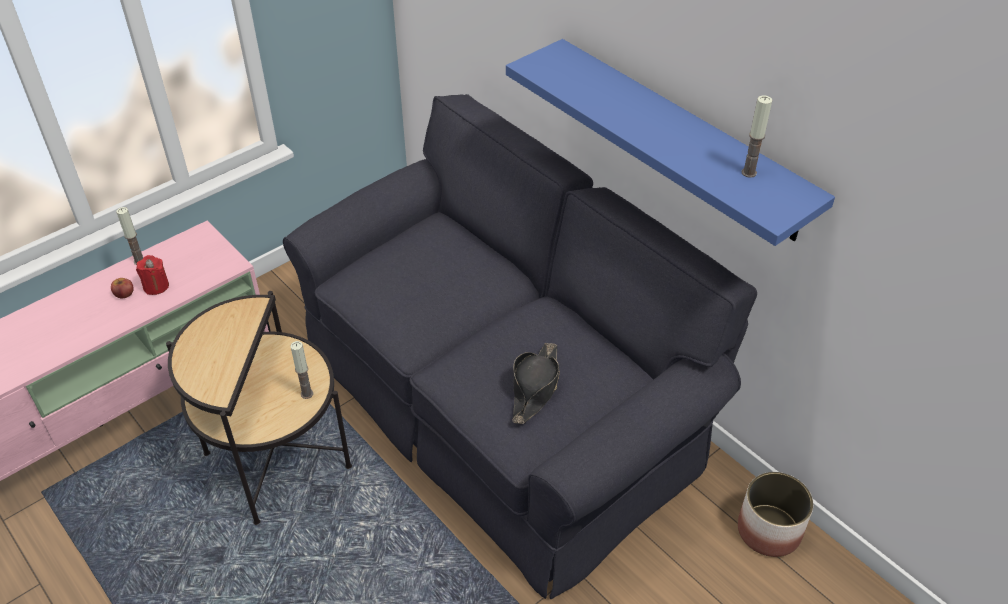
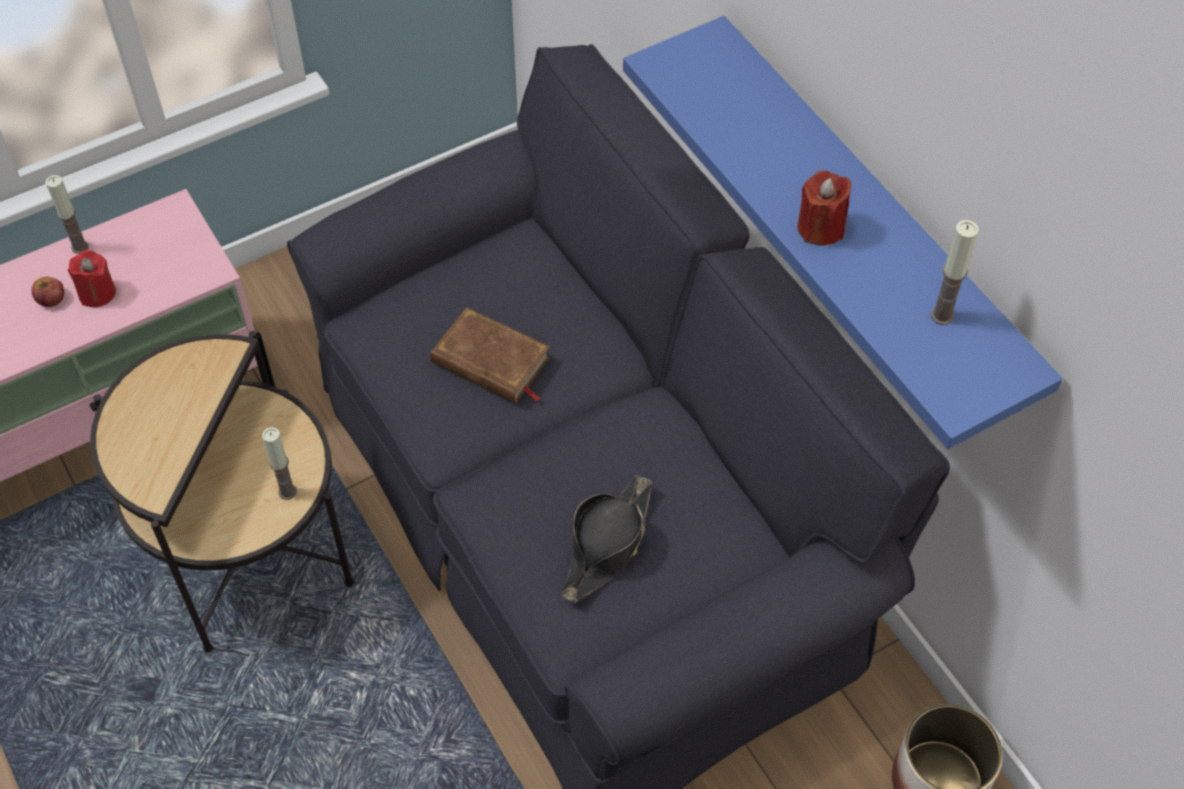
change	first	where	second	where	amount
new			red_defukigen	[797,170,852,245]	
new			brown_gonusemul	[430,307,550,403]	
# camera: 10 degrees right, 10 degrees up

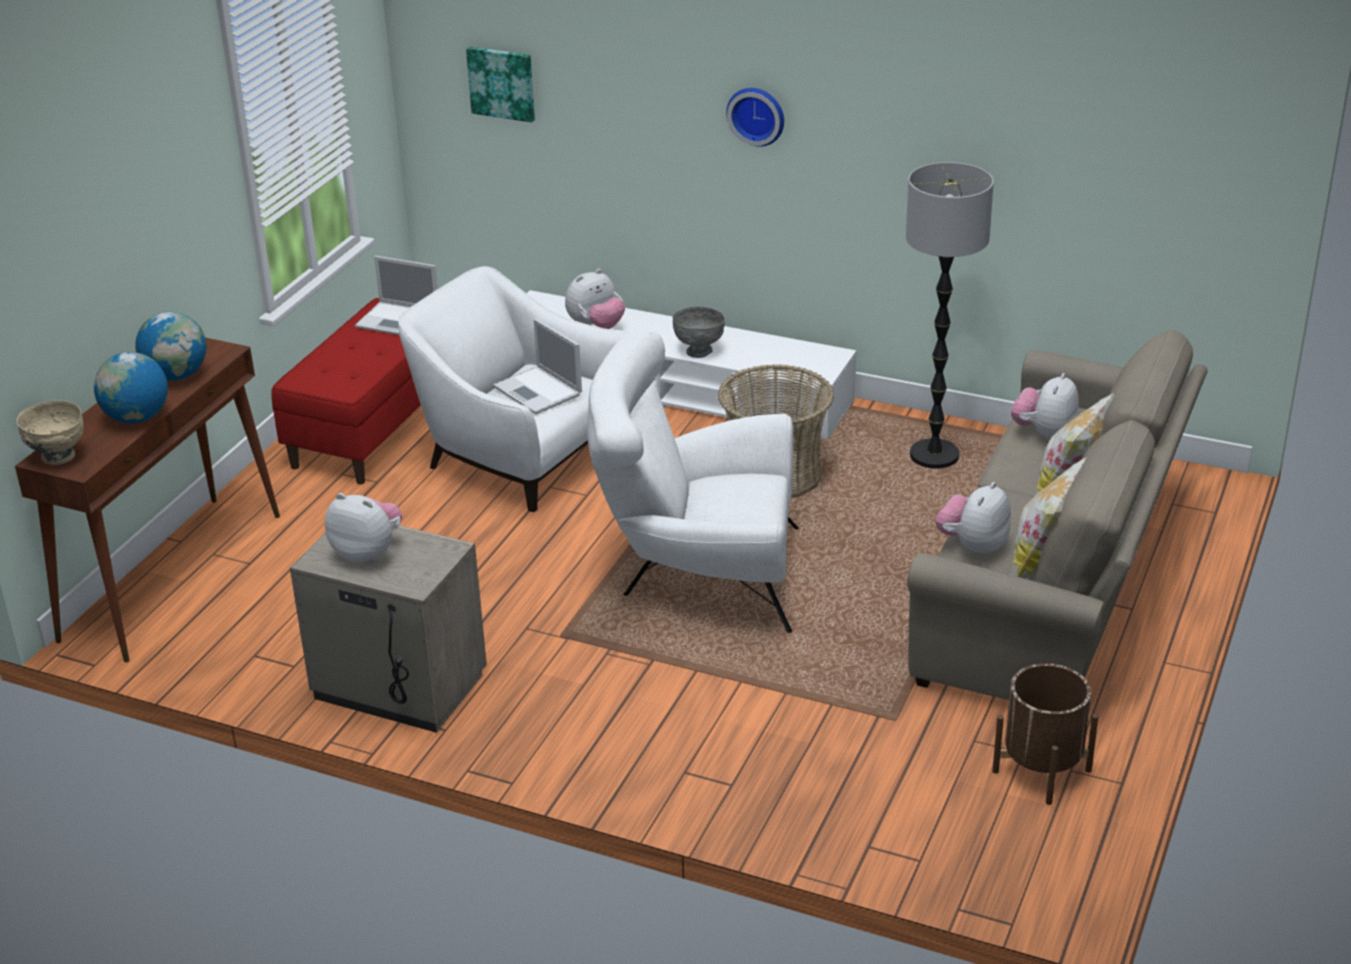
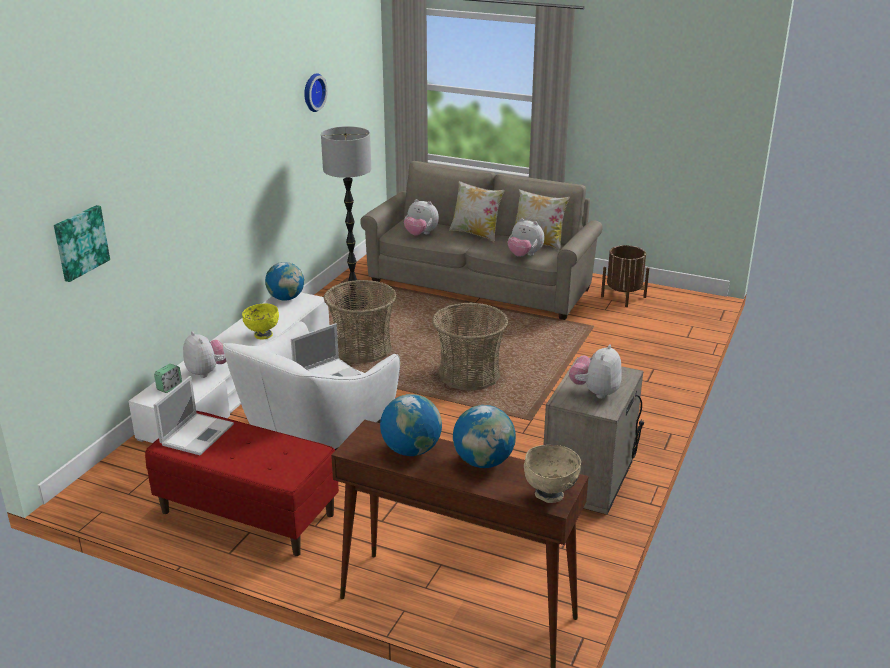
change	first	where	second	where	amount
shifted	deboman	[726,88,784,147]		[304,73,328,112]	
repainted	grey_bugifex	[673,306,725,358]	yellow_bugifex	[242,304,279,340]	
swapped	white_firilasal	[587,329,799,633]	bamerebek	[432,303,509,391]	
new			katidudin	[265,262,304,301]	
new			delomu	[154,364,182,393]	
# camera: 90 degrees left, 5 degrees down

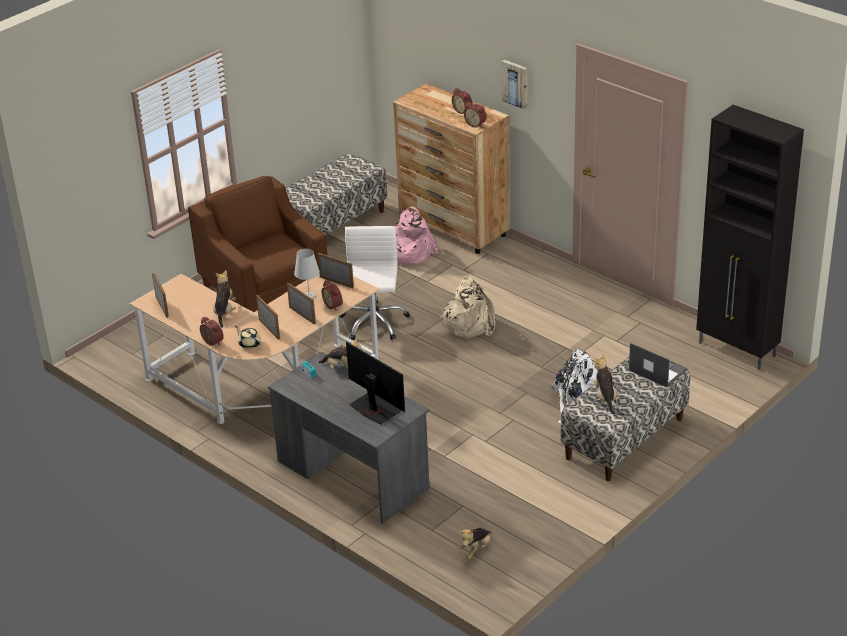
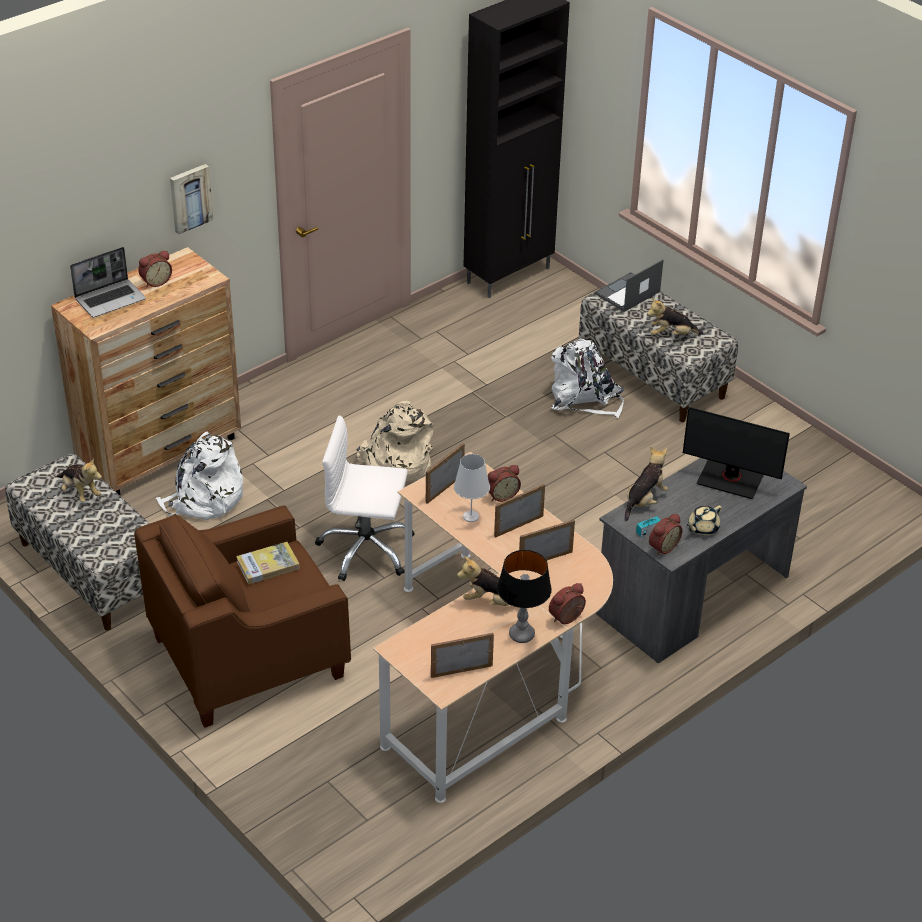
change	first	where	second	where	amount
shifted	delomu	[464,102,487,128]		[649,514,682,555]	
repainted	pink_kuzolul	[396,207,439,265]	white_kuzolul	[156,432,243,520]	
shifted	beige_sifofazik	[235,326,262,349]		[687,506,722,535]	
rotated	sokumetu	[346,341,405,424]		[683,407,790,499]	120 degrees counterclockwise
shifted	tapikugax	[457,528,492,559]		[56,457,102,502]	
new			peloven	[70,247,146,318]	
new			gonusemul	[236,542,300,584]	
new			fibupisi	[497,550,552,643]	
# camera: 85 degrees left, 5 degrees up

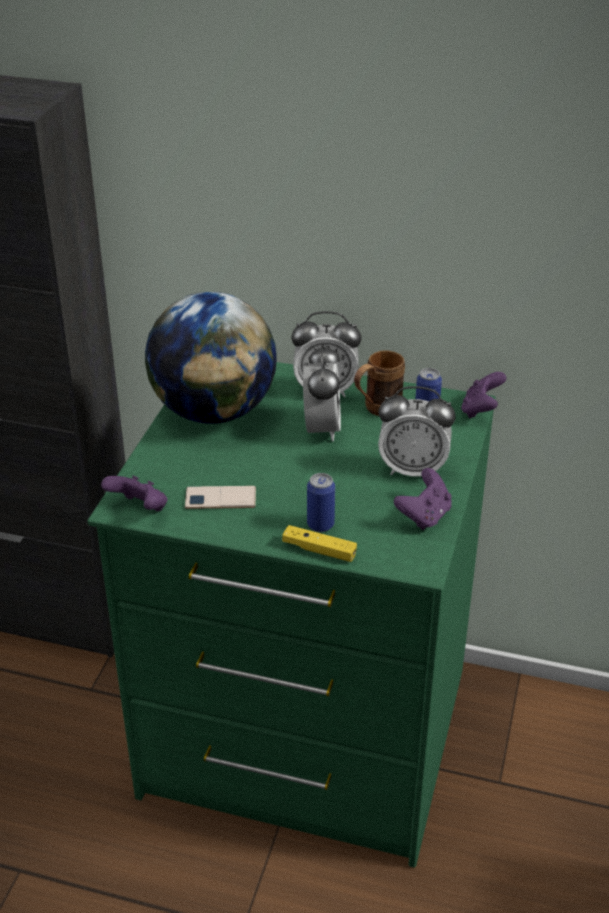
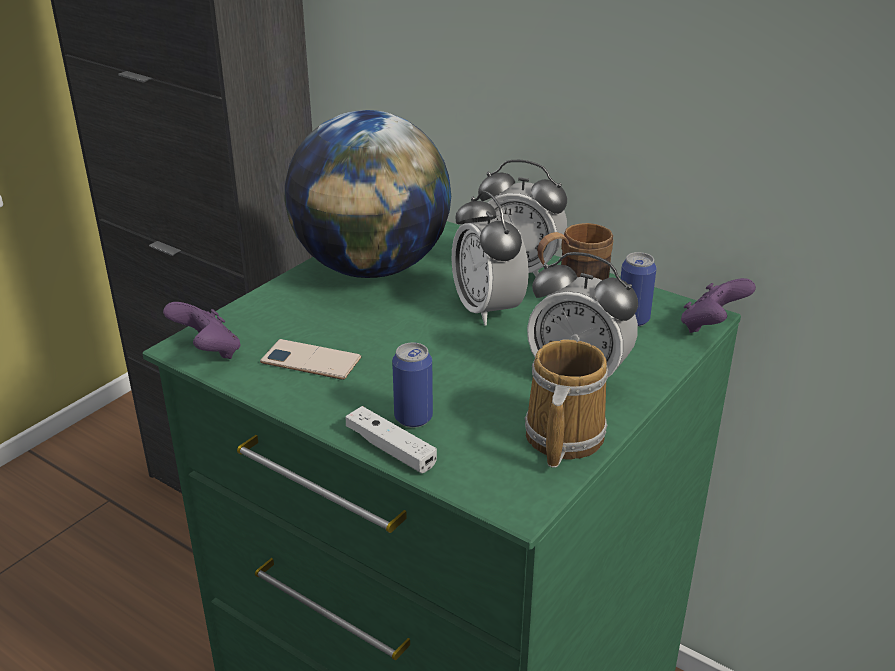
change	first	where	second	where	amount
rotated	delomu	[303,343,341,442]		[452,191,529,326]	135 degrees clockwise
swapped	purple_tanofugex	[394,468,452,530]	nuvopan	[525,340,608,468]	
repainted	yellow_tanofugex	[282,525,357,562]	white_tanofugex	[346,406,437,473]	
# camera: 20 degrees right, 5 degrees down

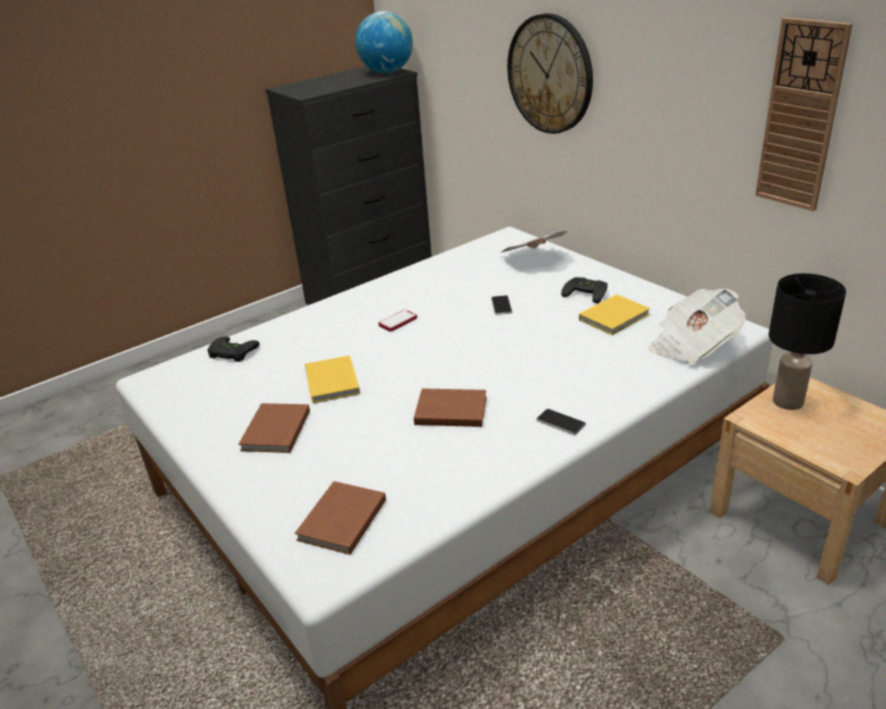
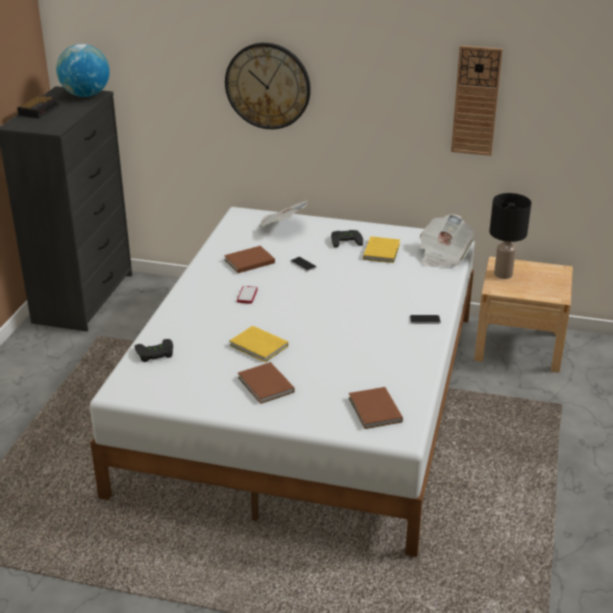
change	first	where	second	where	amount
shifted	brown_gonusemul	[414,388,487,427]		[224,246,275,273]	
new			delomu	[17,95,60,118]	
# camera: 40 degrees left, 0 degrees up

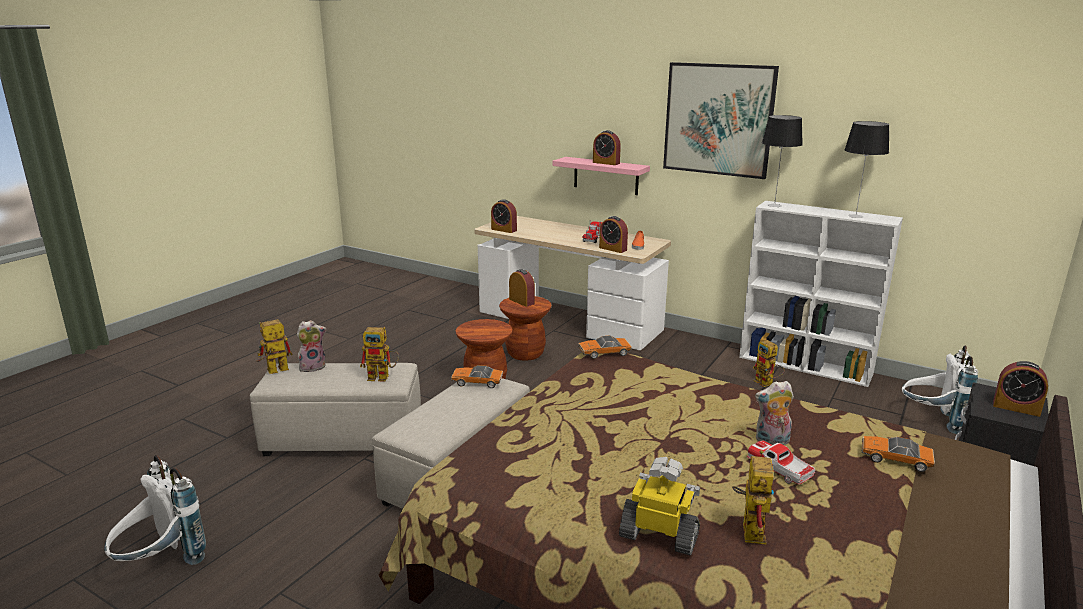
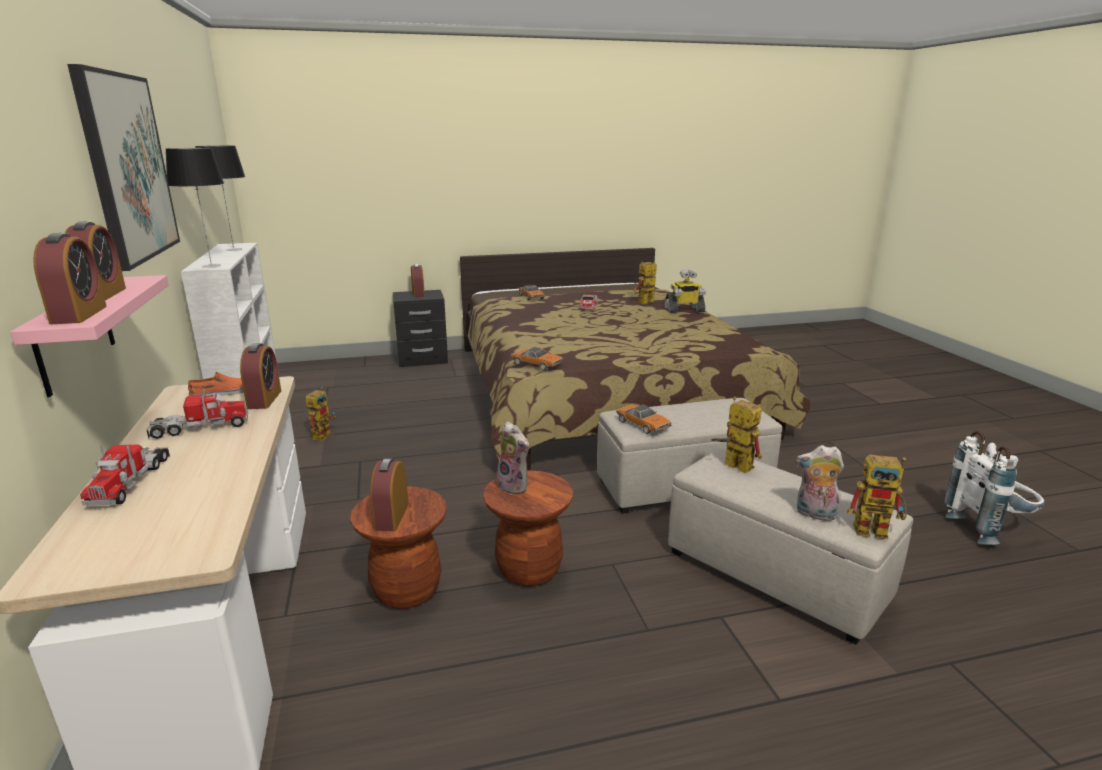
change	first	where	second	where	amount
shifted	delomu	[491,199,517,233]		[33,233,107,324]	
gone	white_kuzolul	[902,346,978,434]			
shifted	tapikugax	[755,381,794,445]		[497,422,529,495]	
rotated	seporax	[619,457,700,555]		[664,270,706,313]	75 degrees counterclockwise
new			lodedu	[80,445,170,506]	
# camera: 135 degrees left, 0 degrees up

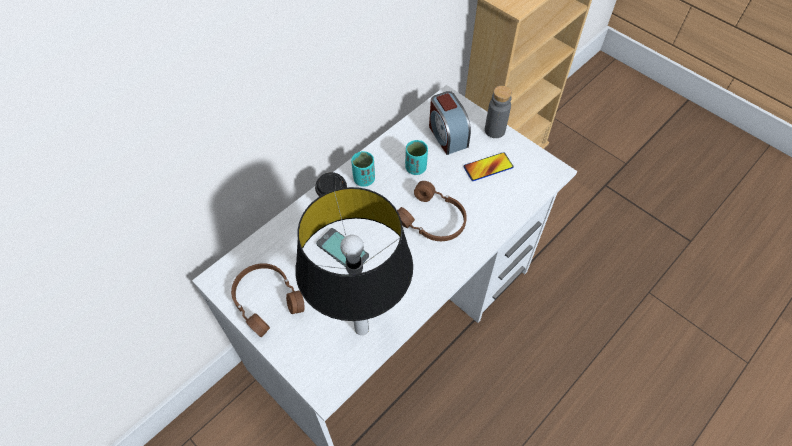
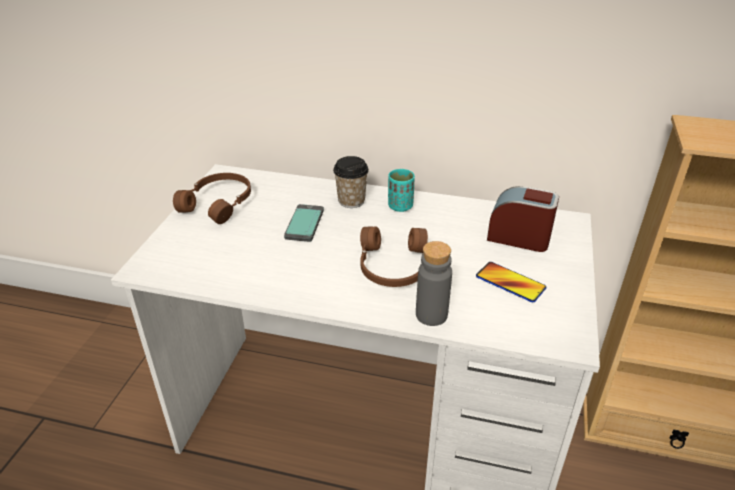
change	first	where	second	where	amount
shifted	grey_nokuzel	[485,85,512,138]		[416,241,452,326]	
rotated	delomu	[429,91,471,155]		[487,186,559,252]	75 degrees clockwise
gone	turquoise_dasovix	[405,140,428,175]			
gone	fibupisi	[295,187,413,335]			
# camera: 60 degrees right, 20 degrees down

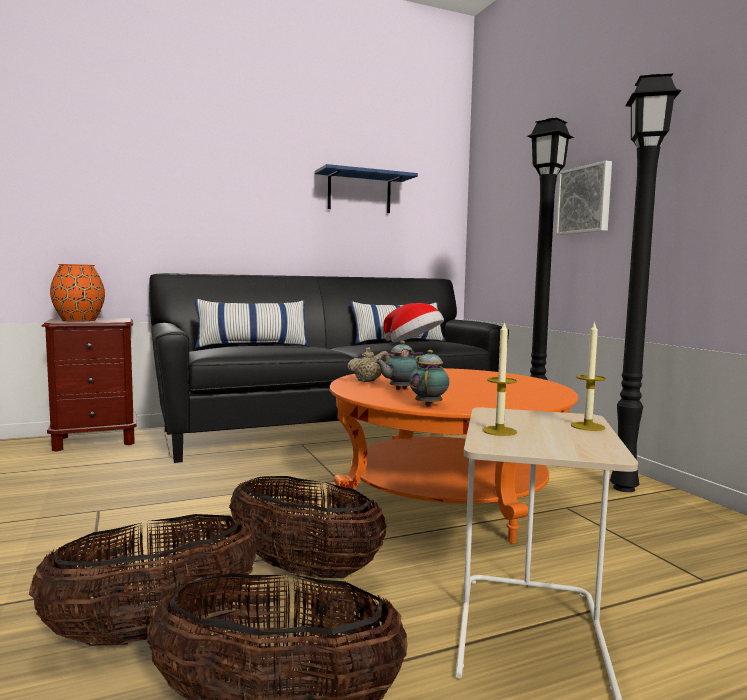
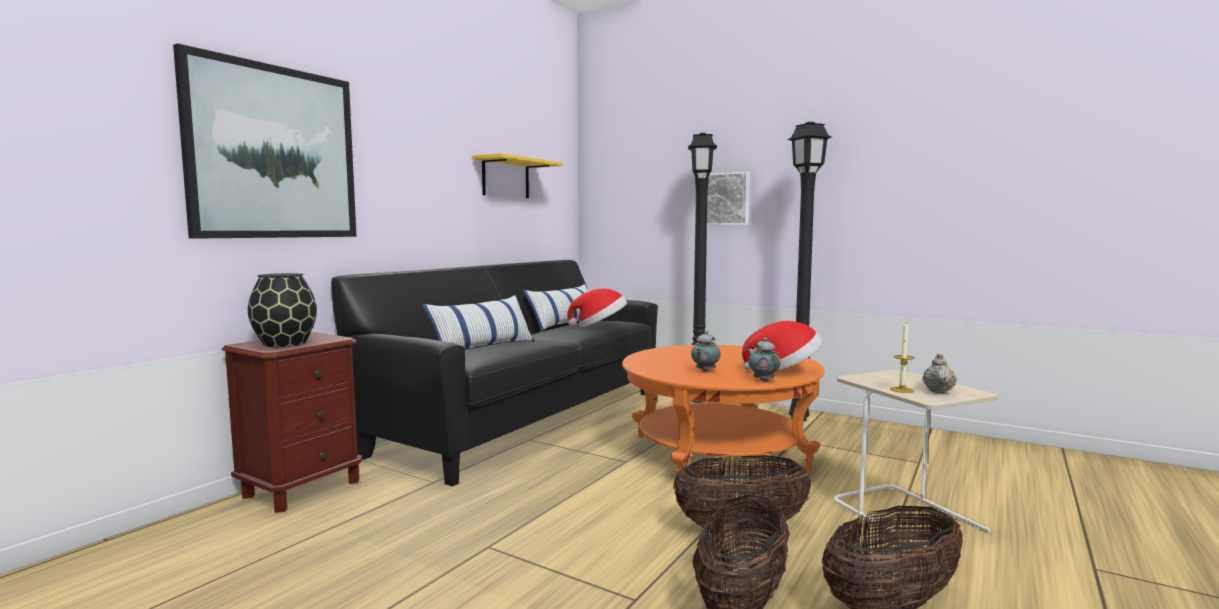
change	first	where	second	where	amount
repainted	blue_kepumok	[315,164,418,213]	yellow_kepumok	[472,153,563,198]	
repainted	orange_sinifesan	[50,264,105,322]	black_sinifesan	[248,273,317,347]	
gone	defukigen	[571,321,606,431]			
shifted	beige_sifofazik	[347,347,390,382]		[923,353,957,394]	
new			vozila	[173,43,357,239]	
new			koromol	[742,321,822,371]	
# camera: 35 degrees left, 0 degrees up

